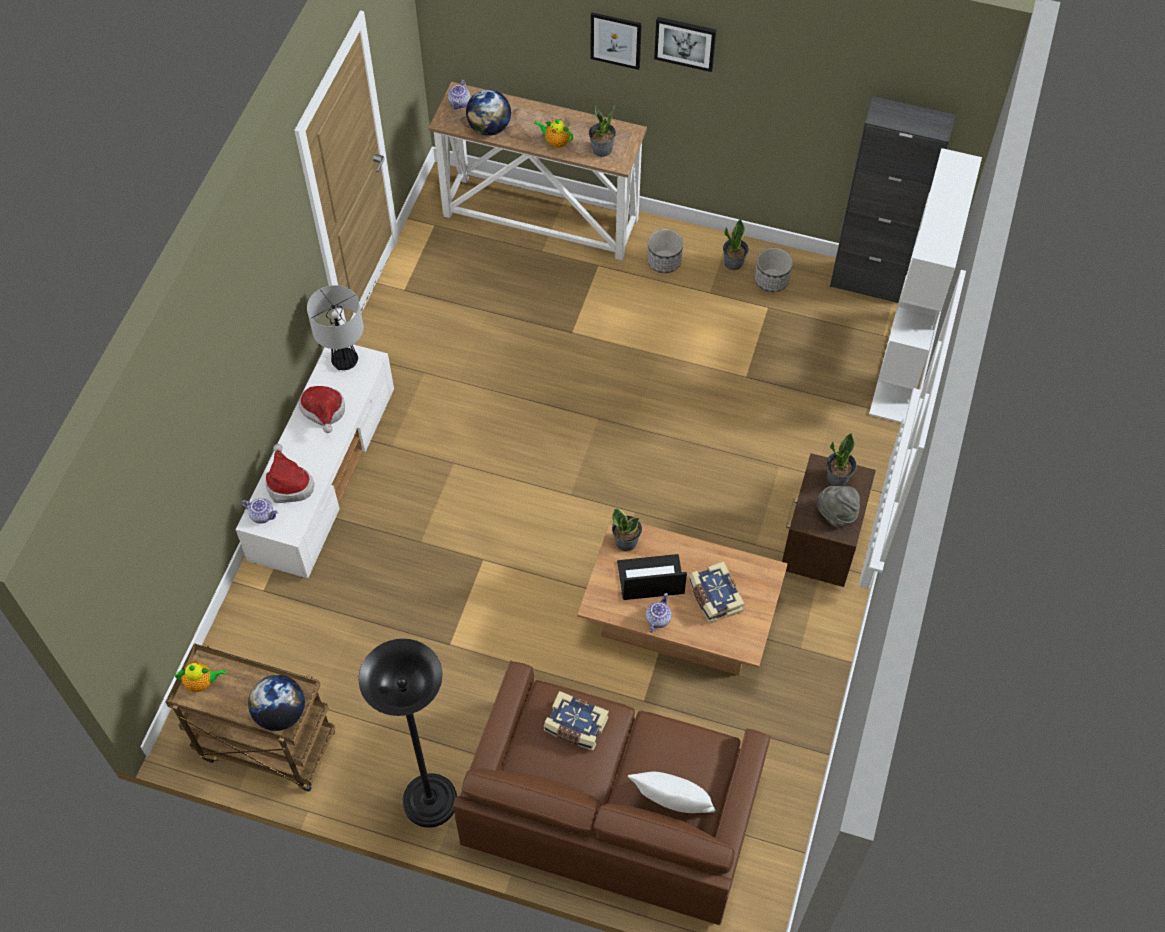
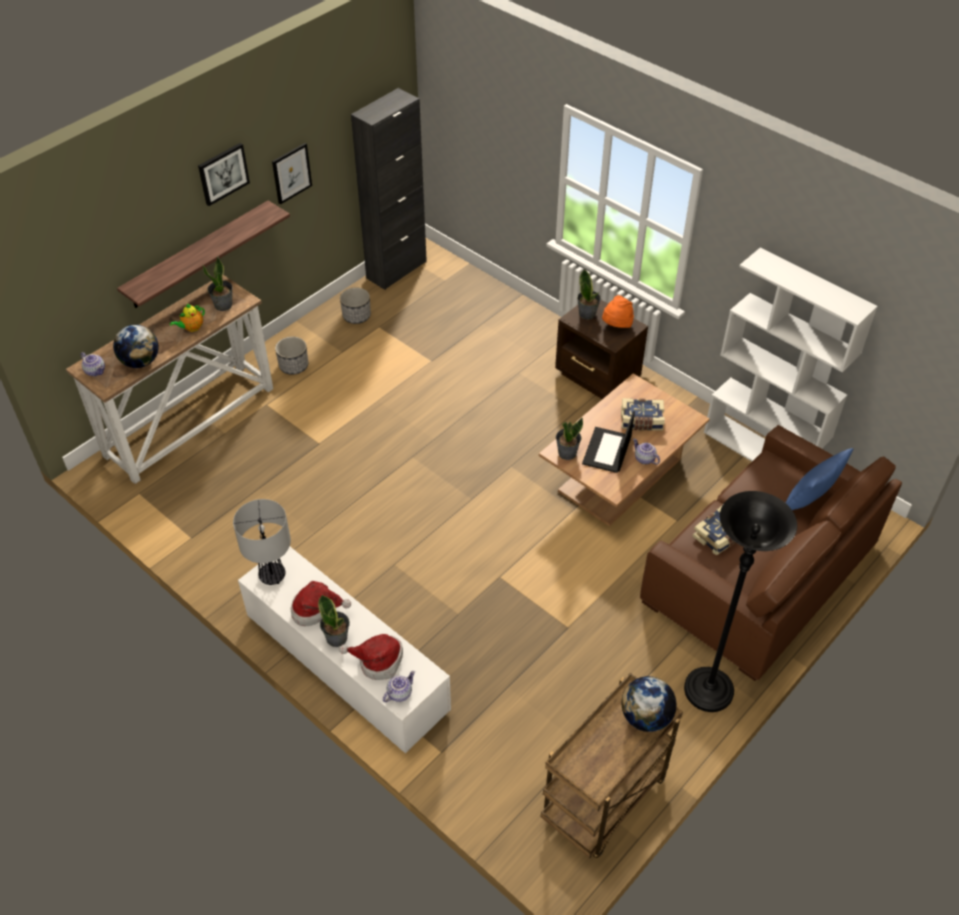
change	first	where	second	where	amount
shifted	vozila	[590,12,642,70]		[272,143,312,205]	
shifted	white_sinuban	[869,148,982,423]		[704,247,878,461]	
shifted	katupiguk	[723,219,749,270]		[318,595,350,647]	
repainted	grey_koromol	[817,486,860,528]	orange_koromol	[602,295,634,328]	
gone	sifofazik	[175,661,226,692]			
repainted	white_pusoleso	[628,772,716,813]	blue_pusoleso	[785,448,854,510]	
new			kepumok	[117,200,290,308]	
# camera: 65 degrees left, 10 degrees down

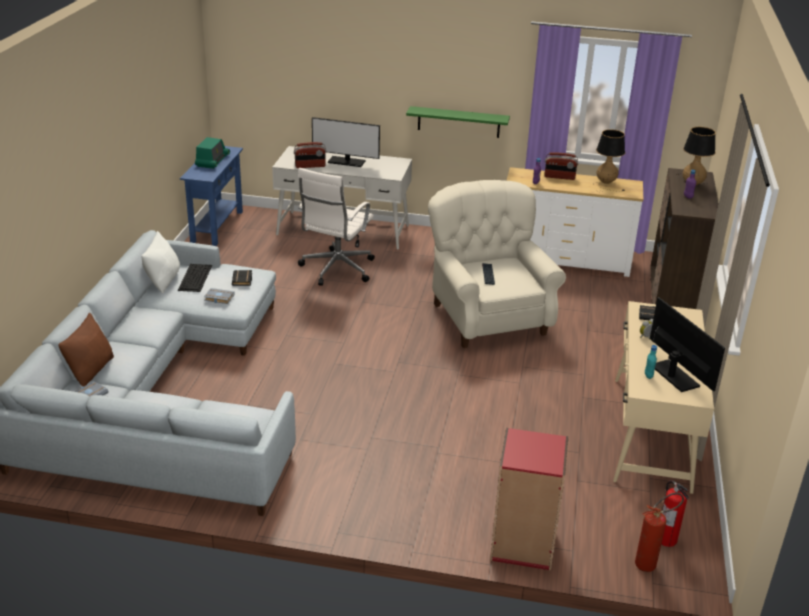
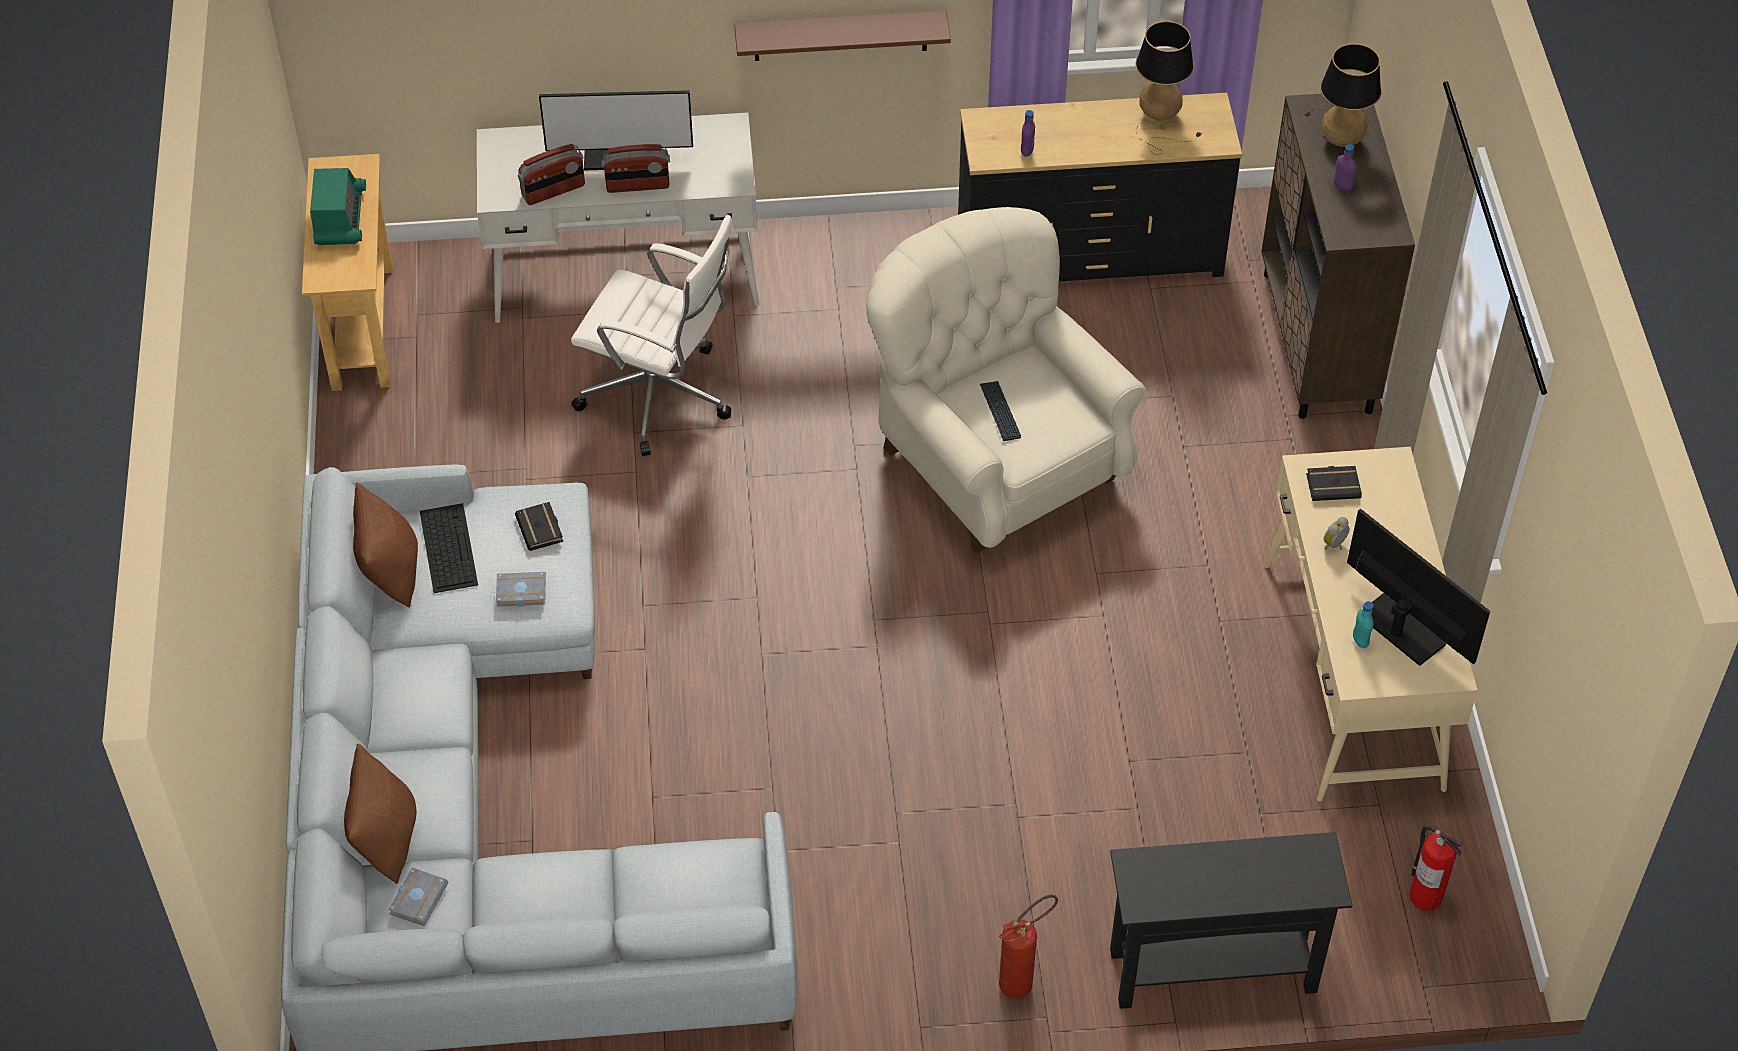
change	first	where	second	where	amount
repainted	green_kepumok	[406,106,510,138]	brown_kepumok	[734,10,951,61]	
repainted	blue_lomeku	[180,146,243,246]	beige_lomeku	[302,154,393,391]	
shifted	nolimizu	[545,152,579,180]		[601,144,670,193]	
repainted	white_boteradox	[506,167,643,277]	black_boteradox	[958,93,1242,281]	
rotated	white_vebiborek	[298,168,375,286]		[571,215,734,456]	75 degrees counterclockwise
repainted	white_pusoleso	[142,231,180,293]	brown_pusoleso	[353,483,418,608]	
swapped	red_sinuban	[490,428,568,571]	black_lomeku	[1110,832,1352,1009]	
shifted	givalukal	[635,493,684,572]		[998,895,1058,999]	
# camera: 15 degrees left, 20 degrees up

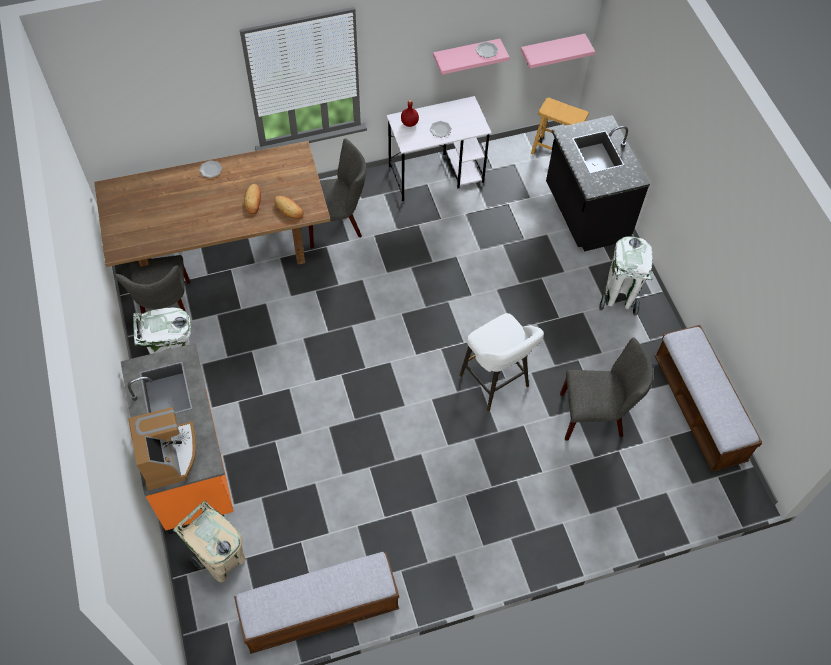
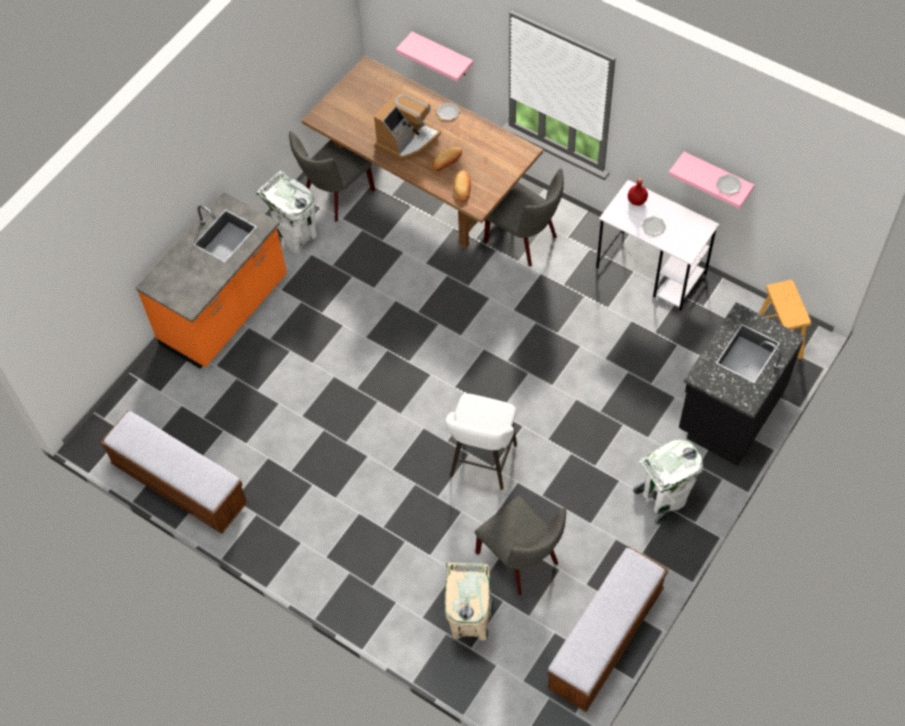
change	first	where	second	where	amount
shifted	pink_kepumok	[521,34,595,69]		[396,32,473,82]	
shifted	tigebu	[128,407,196,490]		[374,89,441,162]	
shifted	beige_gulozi	[173,501,246,583]		[445,563,494,641]	
# camera: 55 degrees right, 0 degrees up

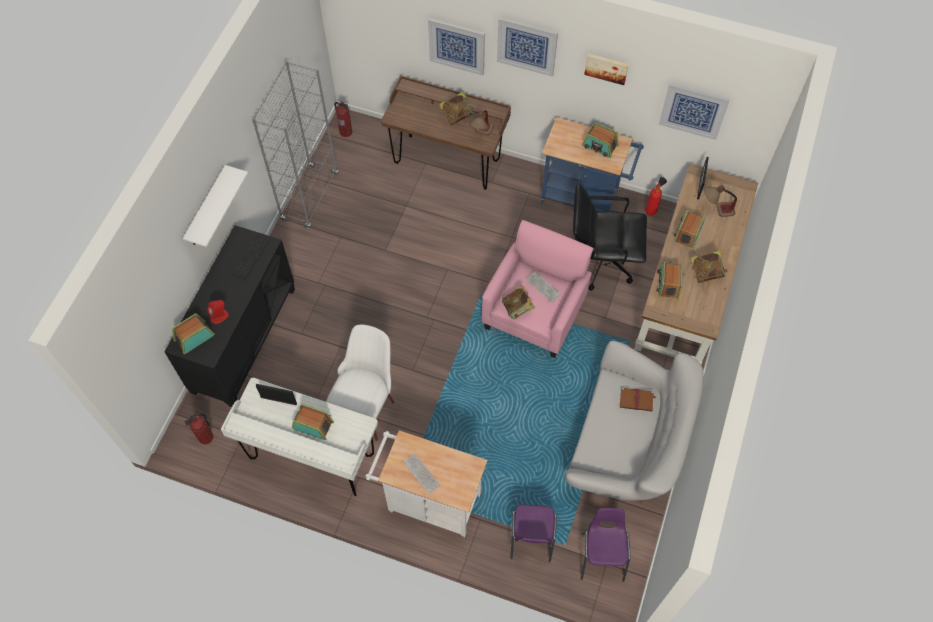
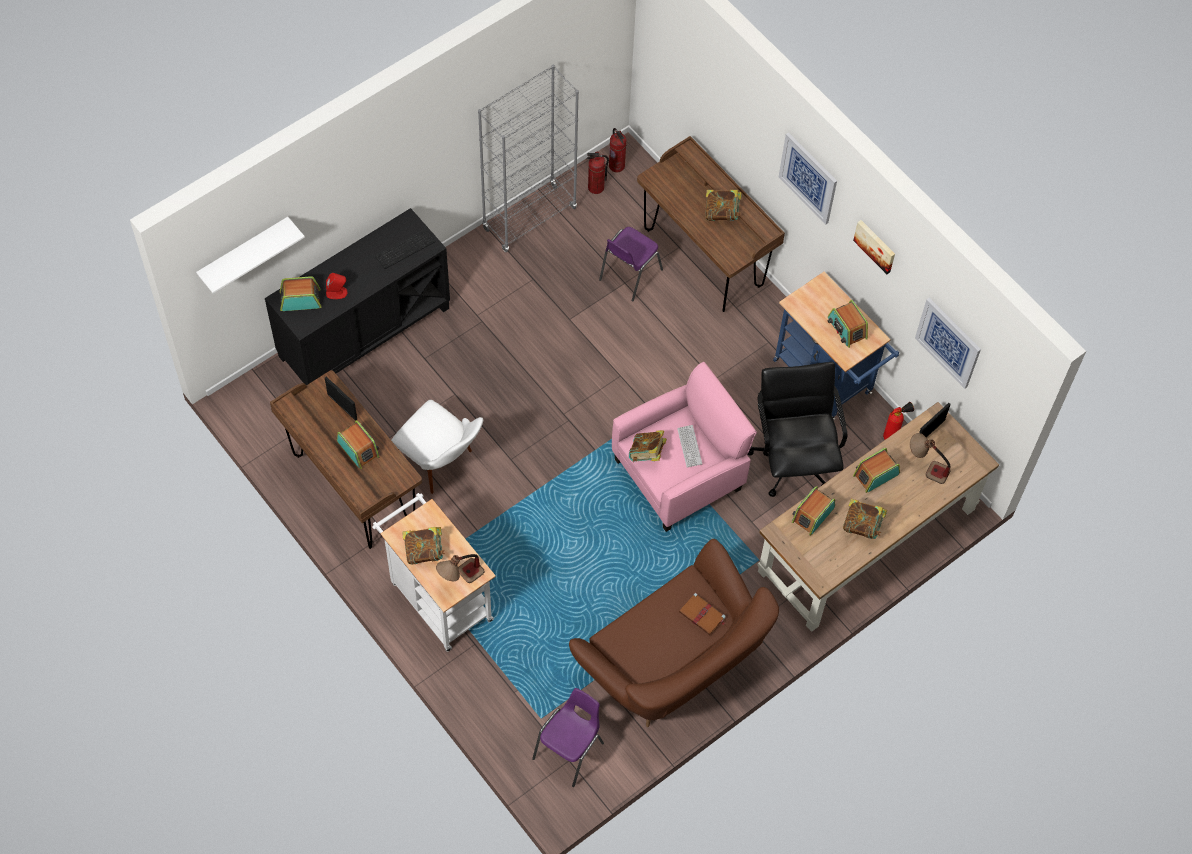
change	first	where	second	where	amount
gone	vozila	[428,18,485,75]			
shifted	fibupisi	[469,110,494,135]		[436,554,484,583]	
shifted	white_kepumok	[183,165,248,247]		[196,217,305,293]	
rotated	black_vebiborek	[573,184,647,291]		[747,362,847,497]	45 degrees clockwise
rotated	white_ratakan	[326,325,394,441]		[391,400,483,494]	75 degrees clockwise
repainted	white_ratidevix	[565,340,704,504]	brown_ratidevix	[569,539,779,727]	
repainted	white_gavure	[221,378,378,496]	brown_gavure	[270,370,422,549]	
shifted	givalukal	[184,414,213,444]		[586,152,609,194]	
swapped	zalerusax	[403,454,441,494]	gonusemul	[402,527,445,565]	
shifted	purple_ratakan	[510,504,557,562]		[599,227,663,302]	
# camera: 30 degrees right, 0 degrees up

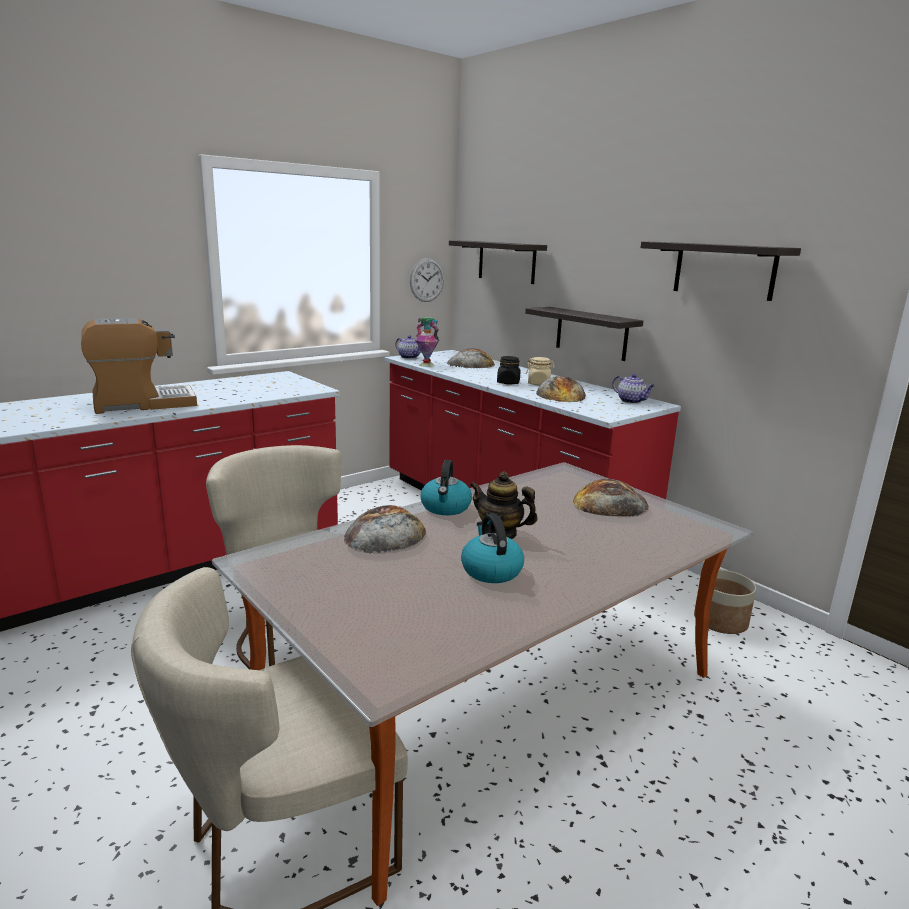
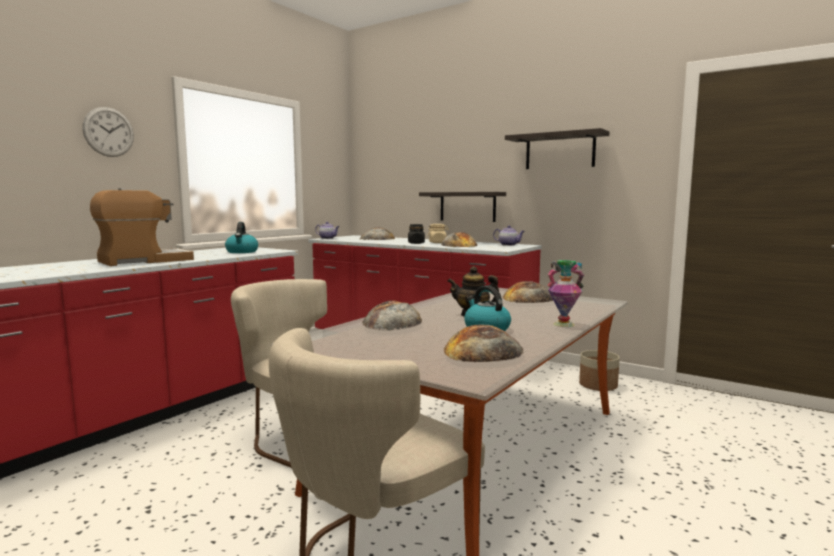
change	first	where	second	where	amount
gone	kepumok	[449,240,547,284]			
shifted	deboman	[410,258,444,302]		[82,107,134,157]	
shifted	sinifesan	[415,317,439,367]		[547,260,585,327]	
shifted	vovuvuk	[420,460,472,515]		[225,222,258,253]	
new			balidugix	[444,324,524,362]	
# camera: 15 degrees left, 10 degrees down

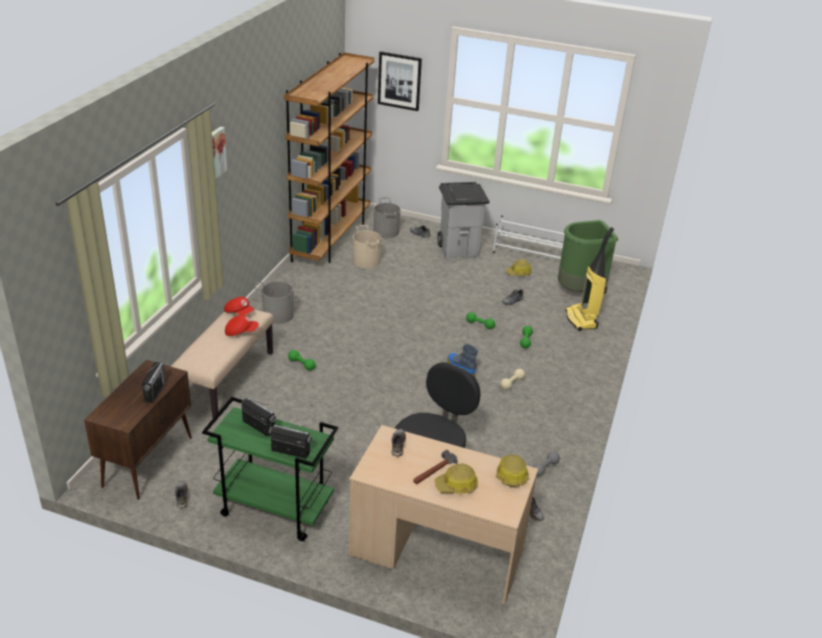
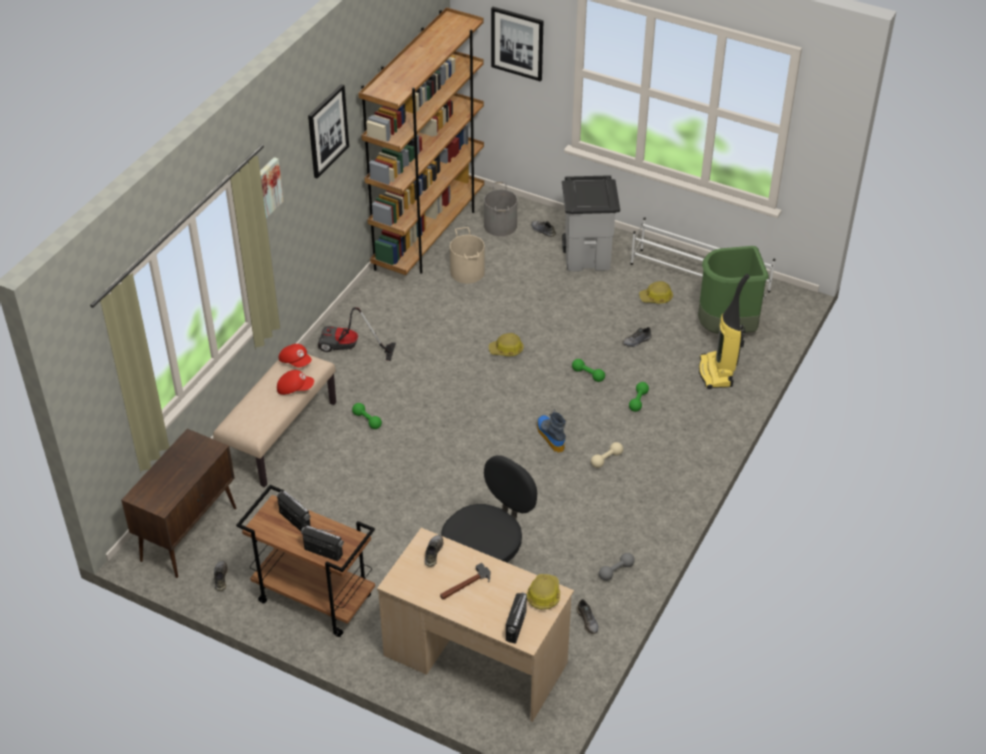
change	first	where	second	where	amount
swapped	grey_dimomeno	[255,281,299,324]	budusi	[318,307,396,361]	
shifted	nolimizu	[142,362,166,403]		[506,592,527,644]	
repainted	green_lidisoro	[202,397,338,541]	brown_lidisoro	[236,485,375,637]	
shifted	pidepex	[434,463,478,494]		[489,333,524,356]	
new			vozila	[308,84,349,178]	
# camera: 10 degrees right, 10 degrees up

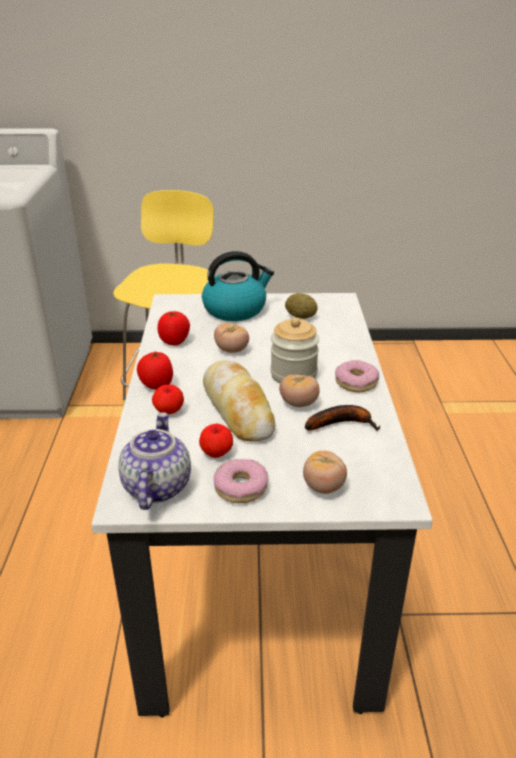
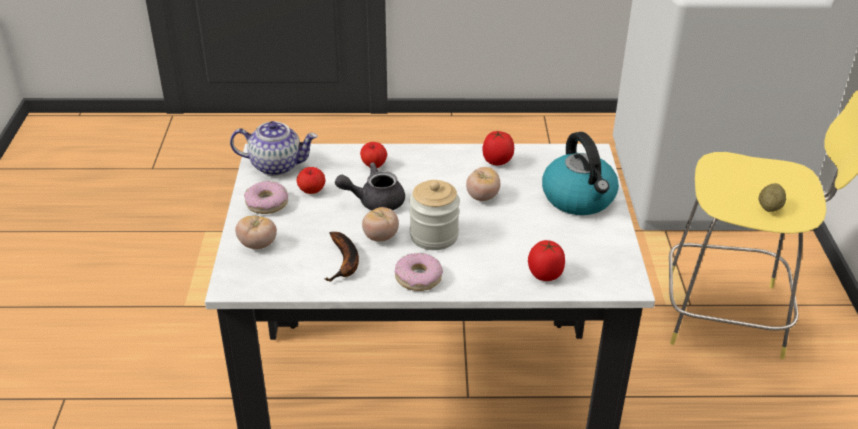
change	first	where	second	where	amount
shifted	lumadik	[285,293,318,319]		[758,183,786,212]	
shifted	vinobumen	[137,351,173,390]		[528,240,565,281]	
swapped	balidugix	[203,360,275,442]	grey_sifofazik	[335,162,405,210]	
# camera: 90 degrees right, 5 degrees up

